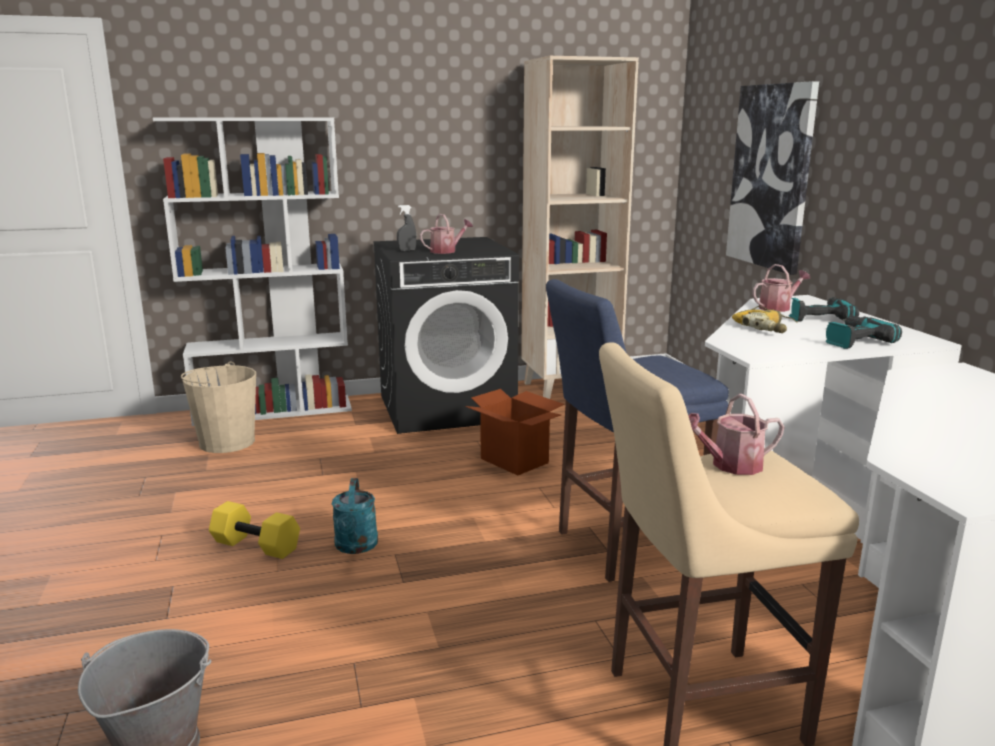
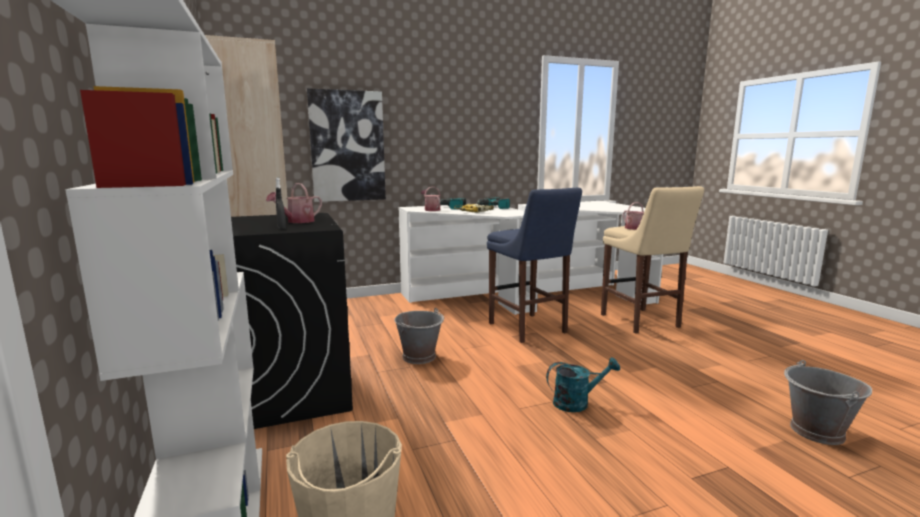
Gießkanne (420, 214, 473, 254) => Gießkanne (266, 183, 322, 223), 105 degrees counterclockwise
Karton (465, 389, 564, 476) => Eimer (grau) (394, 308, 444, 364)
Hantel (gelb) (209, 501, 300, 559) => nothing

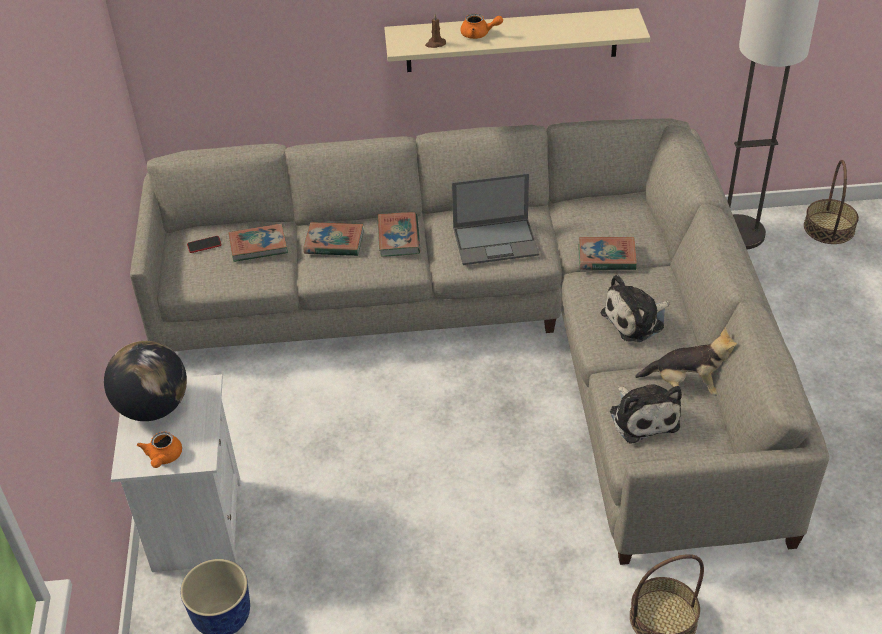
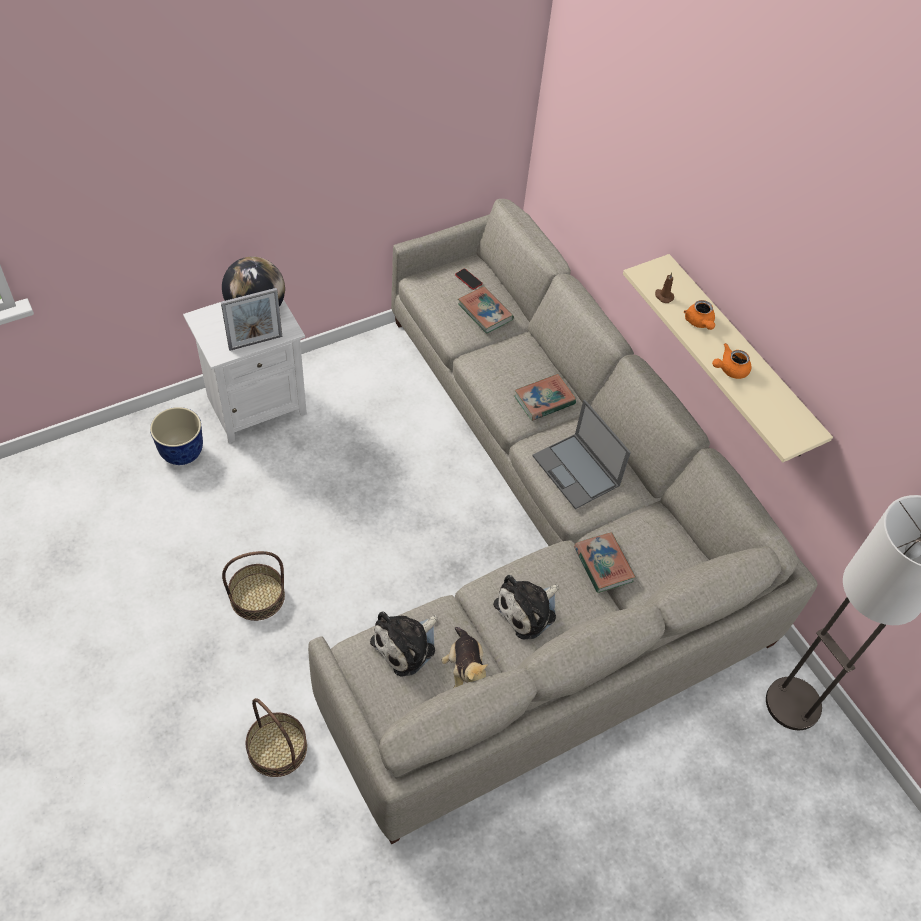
nothing => Bilderrahmen (221, 288, 282, 351)
Korb (804, 160, 859, 244) => Korb (222, 551, 285, 621), shifted
Plüschtier (601, 275, 669, 342) => Plüschtier (493, 575, 559, 639), 75 degrees counterclockwise
Teekanne (orange) (137, 432, 182, 468) => Teekanne (orange) (712, 343, 752, 379), shifted
Buch (303, 222, 364, 256) => nothing

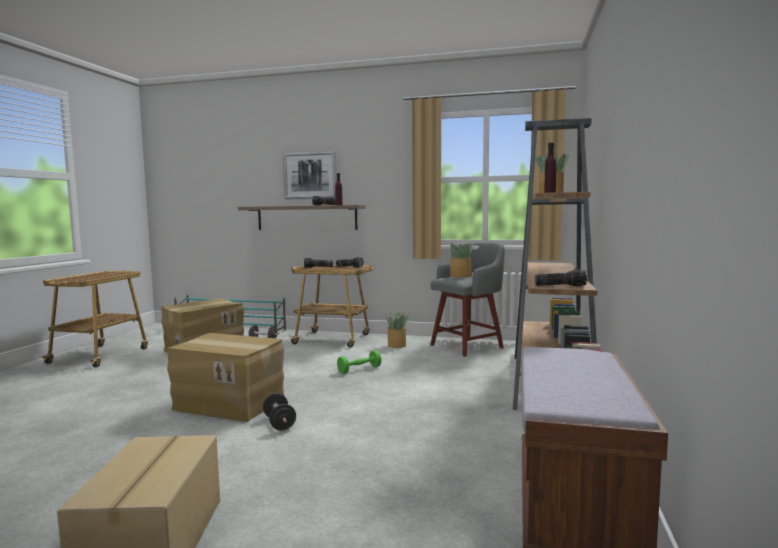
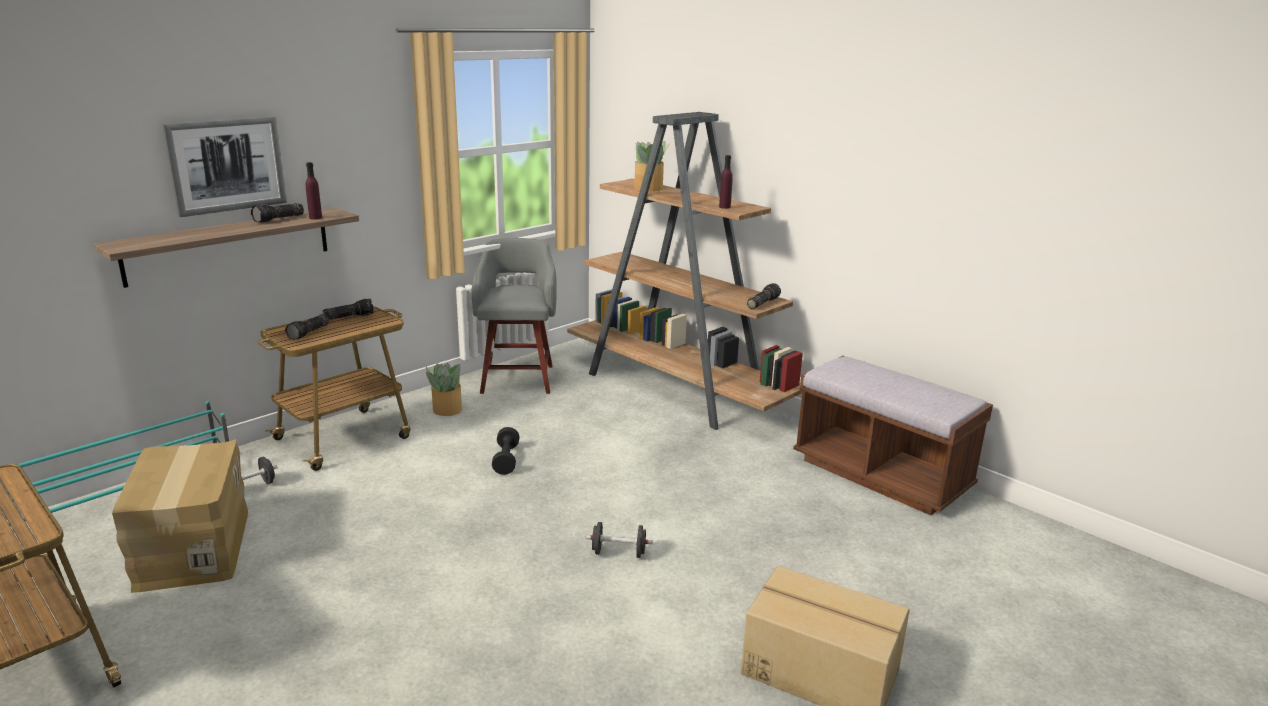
Hantel (grün) (337, 350, 381, 374) => Hantel (schwarz) (492, 427, 519, 475)
Karton (167, 333, 284, 422) => nothing
Topfpflanze (450, 243, 474, 278) => nothing

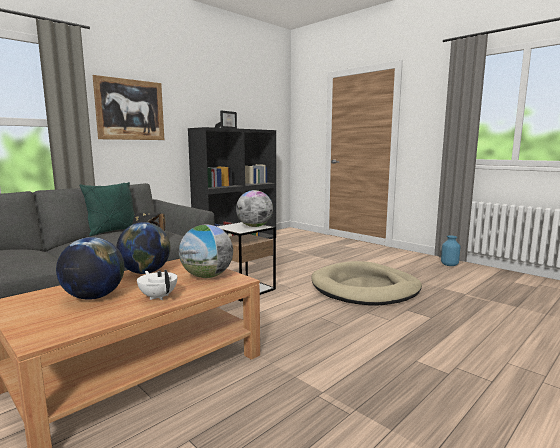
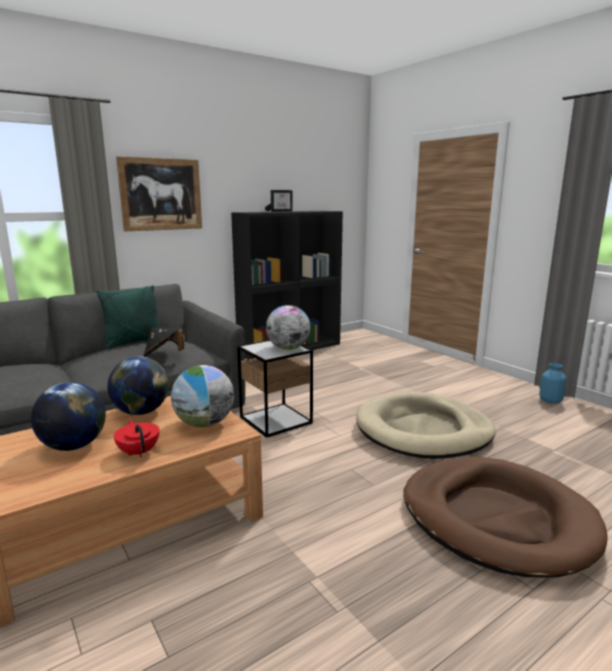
Teekanne (weiß) (137, 270, 177, 300) => Teekanne (rot) (114, 419, 159, 457)
nothing => Hundebett (braun) (403, 457, 608, 577)

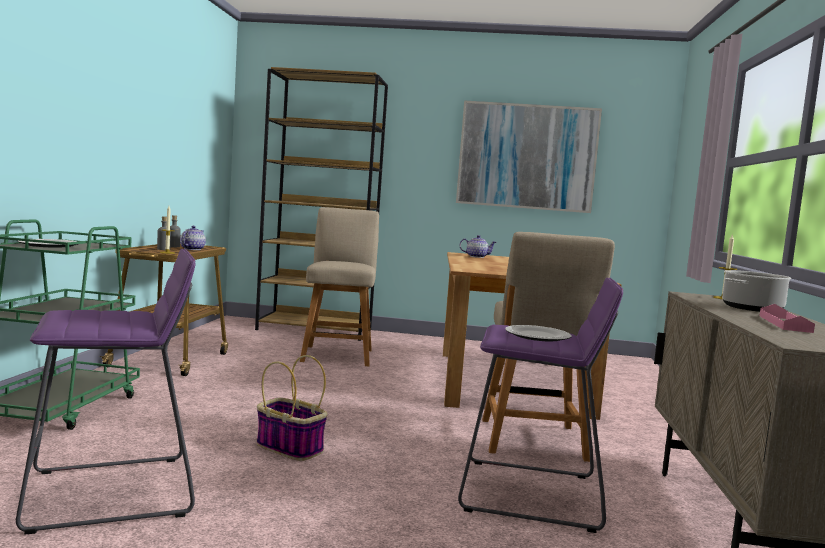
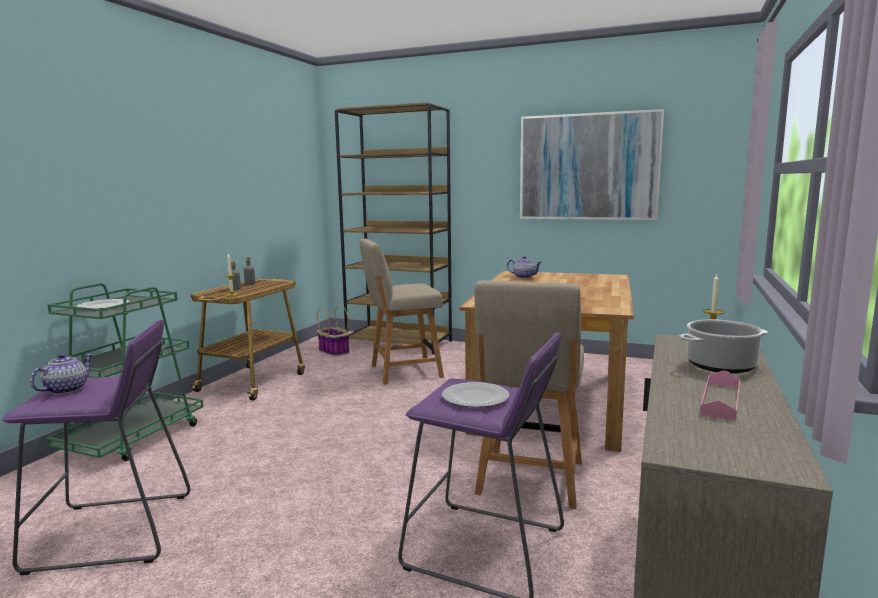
Teekanne (180, 226, 206, 250) => Teekanne (30, 353, 93, 394), shifted
Korb (257, 355, 328, 461) => Korb (317, 305, 349, 357), shifted
Stuhl (beige) (300, 207, 379, 366) => Stuhl (beige) (359, 239, 444, 385), 120 degrees counterclockwise

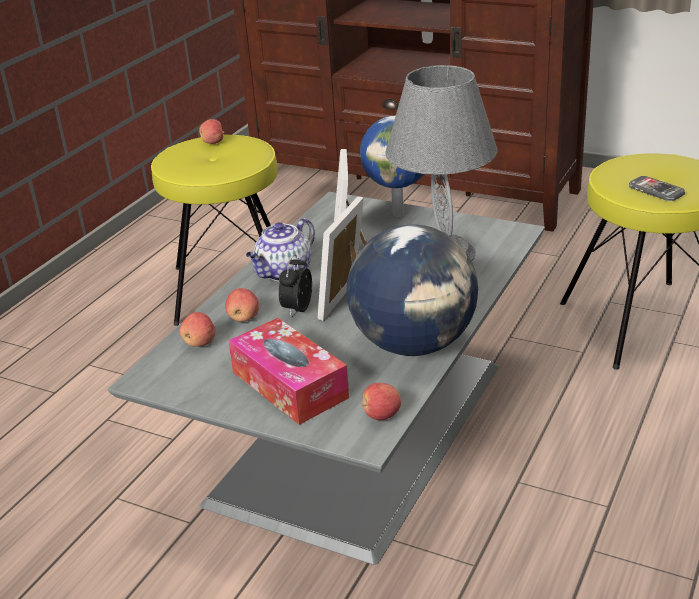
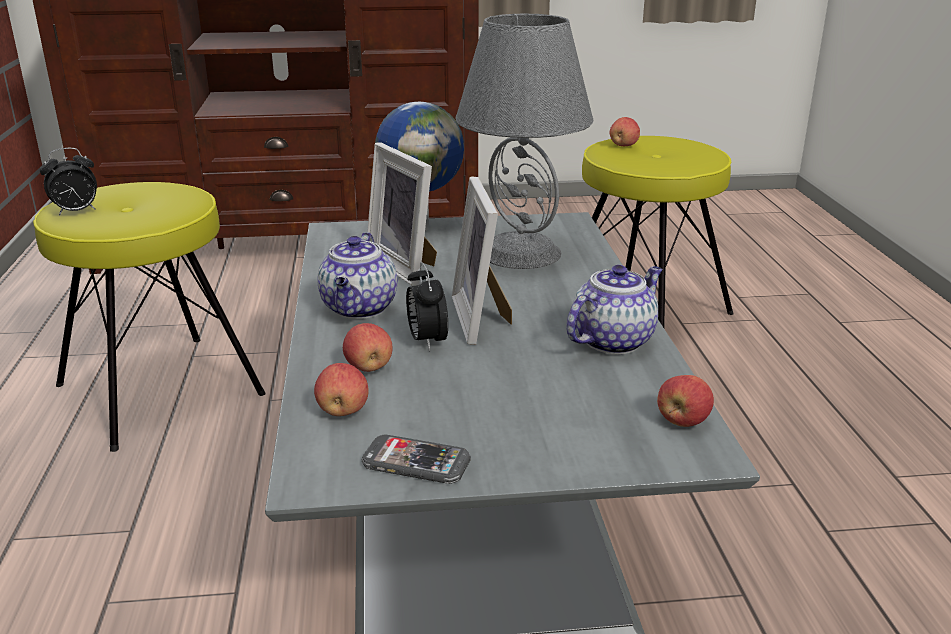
nothing => Wecker (40, 148, 97, 216)
Handy (629, 176, 685, 201) => Handy (362, 434, 471, 484), shifted
Globus (347, 225, 478, 356) => Teekanne (566, 265, 663, 355)
Apfel (199, 119, 224, 144) => Apfel (610, 117, 640, 146), shifted
Taschentuchbox (228, 318, 349, 425) => nothing

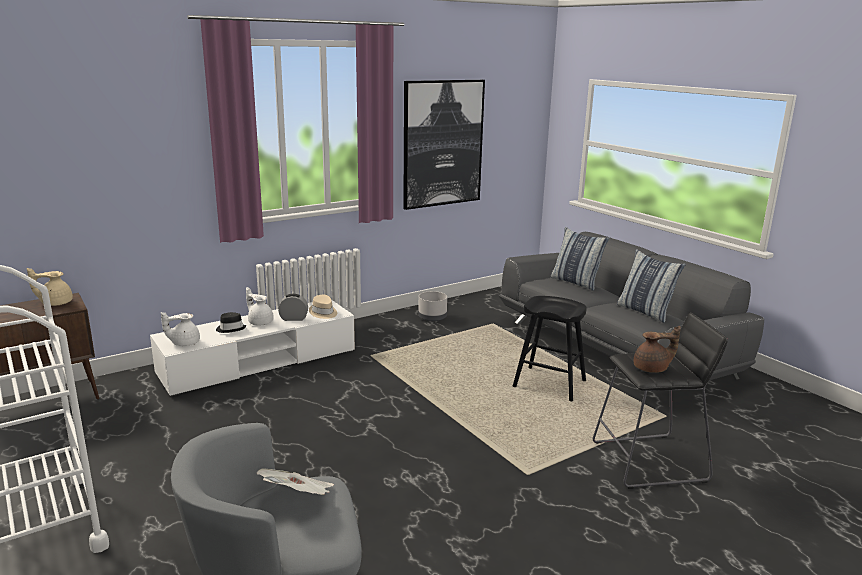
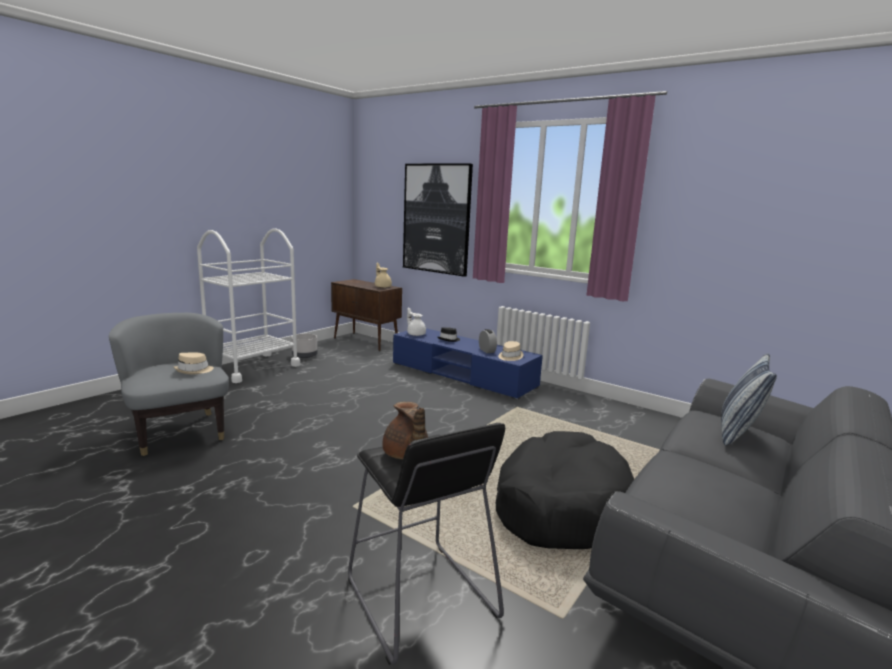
Zeitung (257, 468, 334, 495) => Hut (beige) (174, 353, 214, 375)
Pflanzkübel (grau) (418, 291, 447, 321) => Pflanzkübel (grau) (292, 333, 317, 358), shifted
Fernsehschrank (weiß) (150, 300, 355, 397) => Fernsehschrank (blau) (393, 328, 543, 400)
Bild (403, 80, 485, 210) => Bild (403, 164, 473, 277), shifted
Hocker (schwarz) (513, 296, 587, 401) => Hundebett (schwarz) (496, 431, 634, 549)
Teekanne (weiß) (246, 287, 274, 326) => nothing
Kissen (617, 249, 686, 323) => nothing

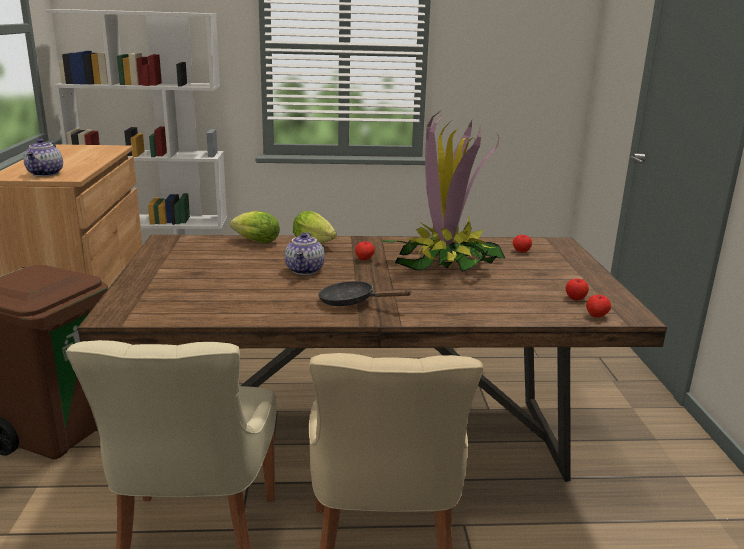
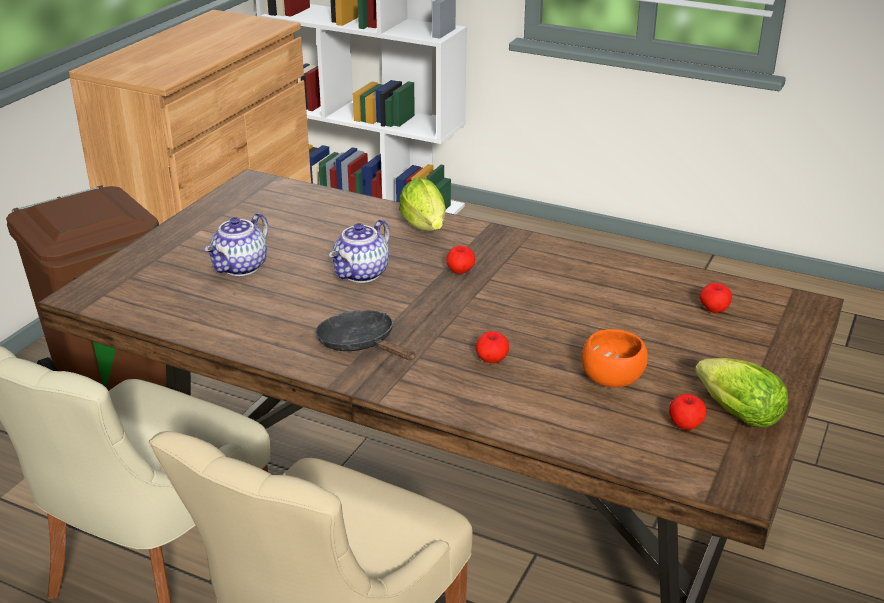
Teekanne (23, 139, 63, 177) => Teekanne (204, 213, 269, 276), shifted
Apfel (586, 295, 611, 317) => Apfel (475, 331, 509, 363), shifted
nothing => Schüssel (orange) (582, 329, 648, 387)
Salatkopf (230, 211, 280, 243) => Salatkopf (695, 358, 788, 428), shifted
Topfpflanze (381, 112, 505, 271) => nothing

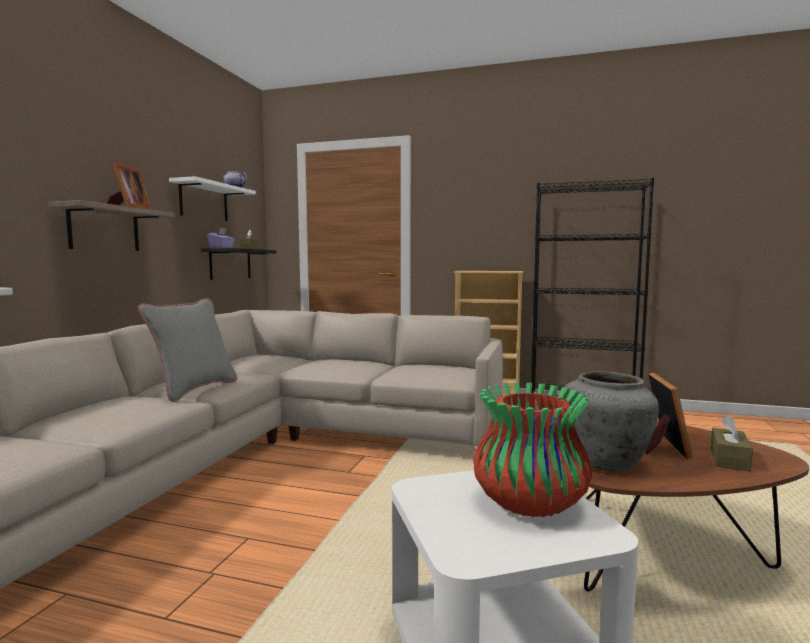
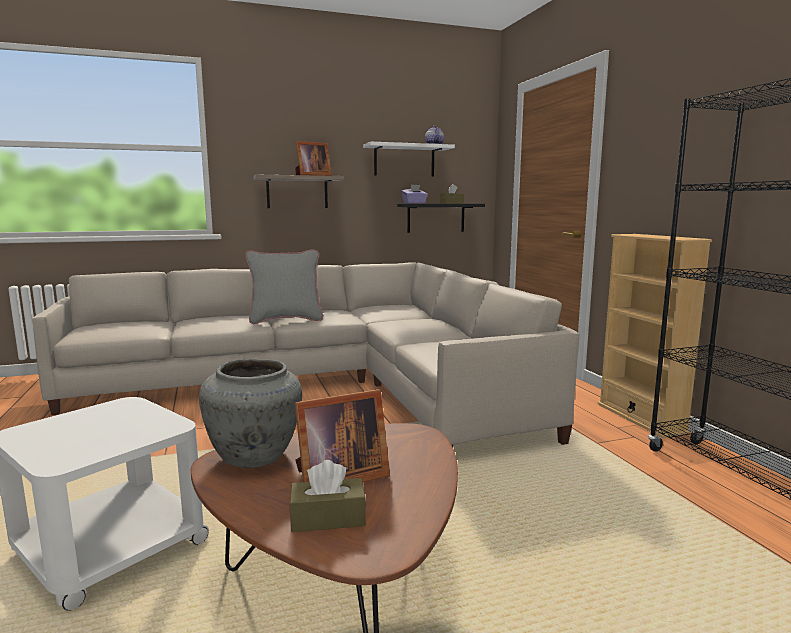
Vase (473, 383, 592, 518) => nothing

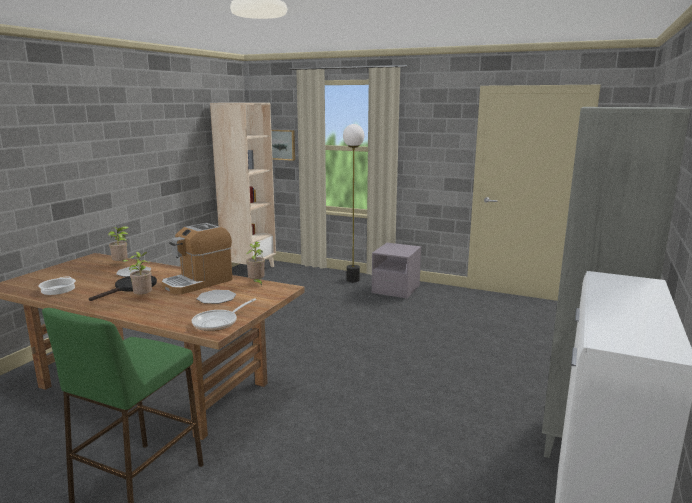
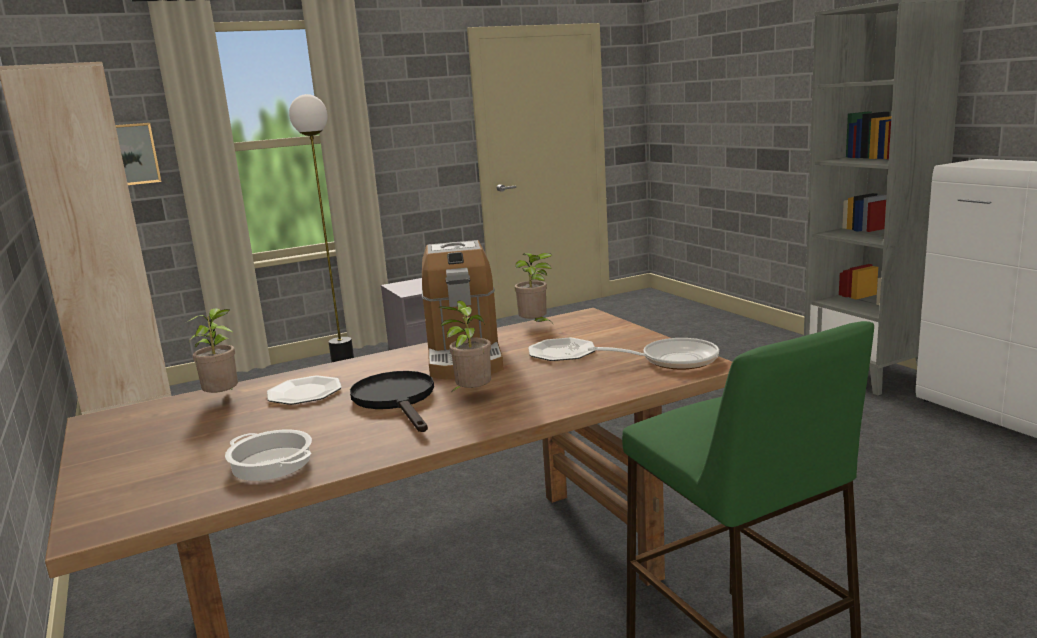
Pfanne (192, 298, 256, 331) => Pfanne (588, 338, 719, 369), 75 degrees counterclockwise

